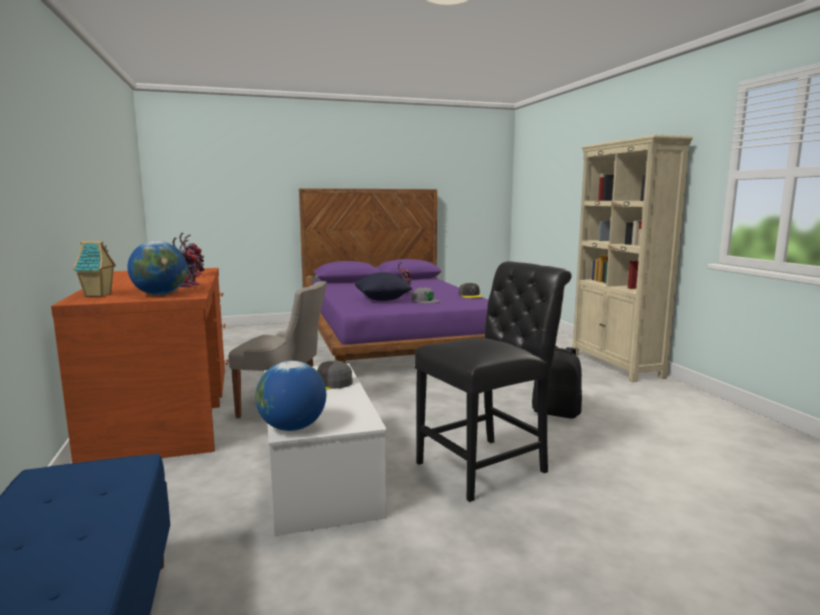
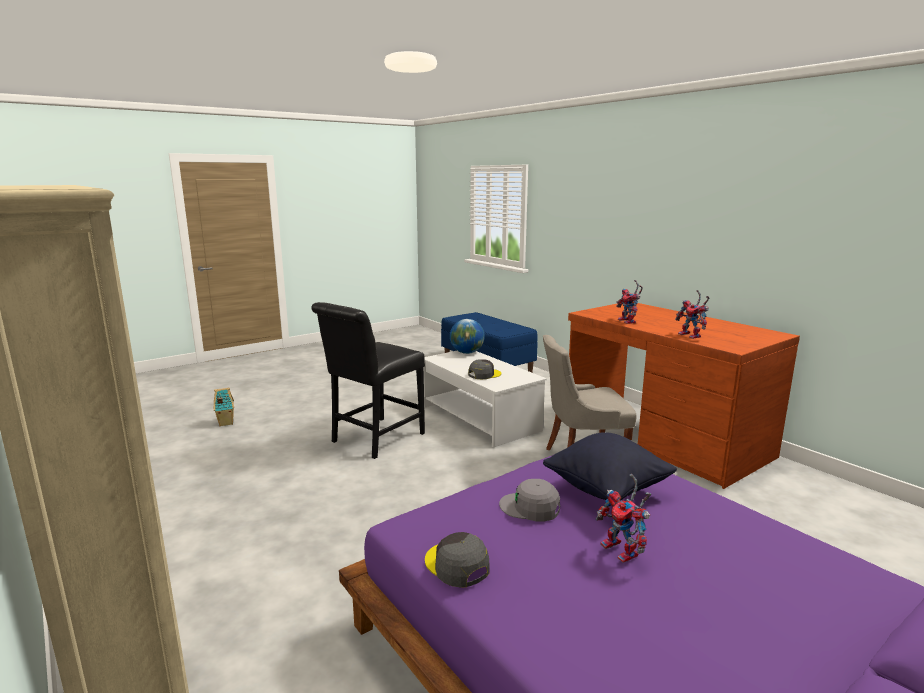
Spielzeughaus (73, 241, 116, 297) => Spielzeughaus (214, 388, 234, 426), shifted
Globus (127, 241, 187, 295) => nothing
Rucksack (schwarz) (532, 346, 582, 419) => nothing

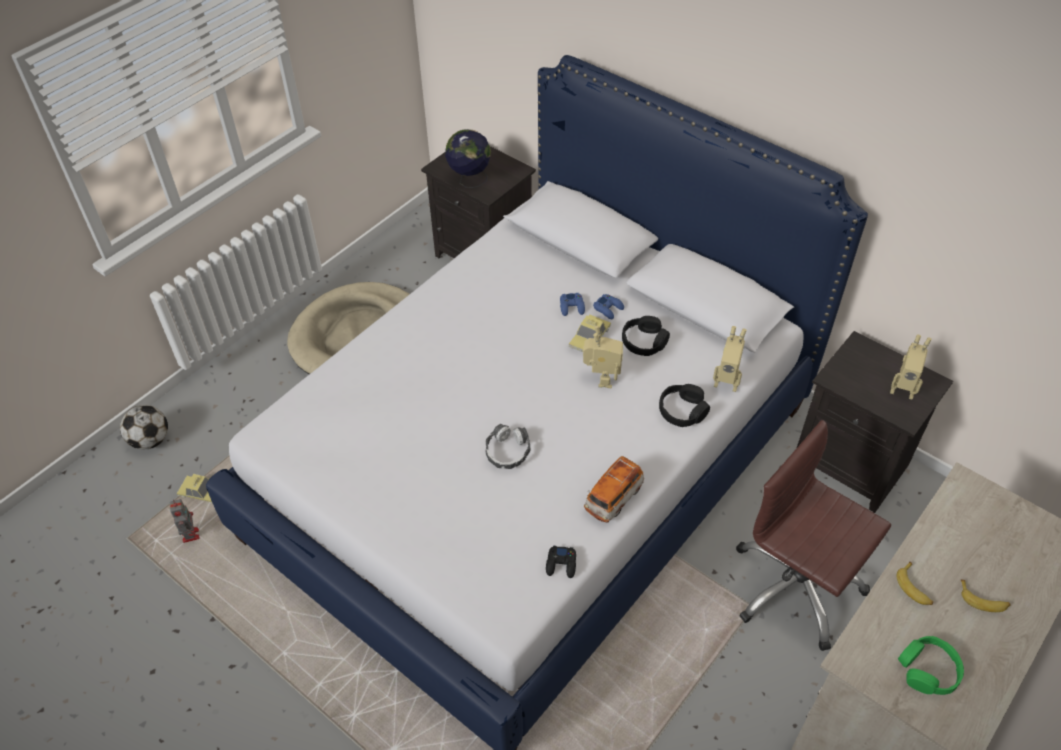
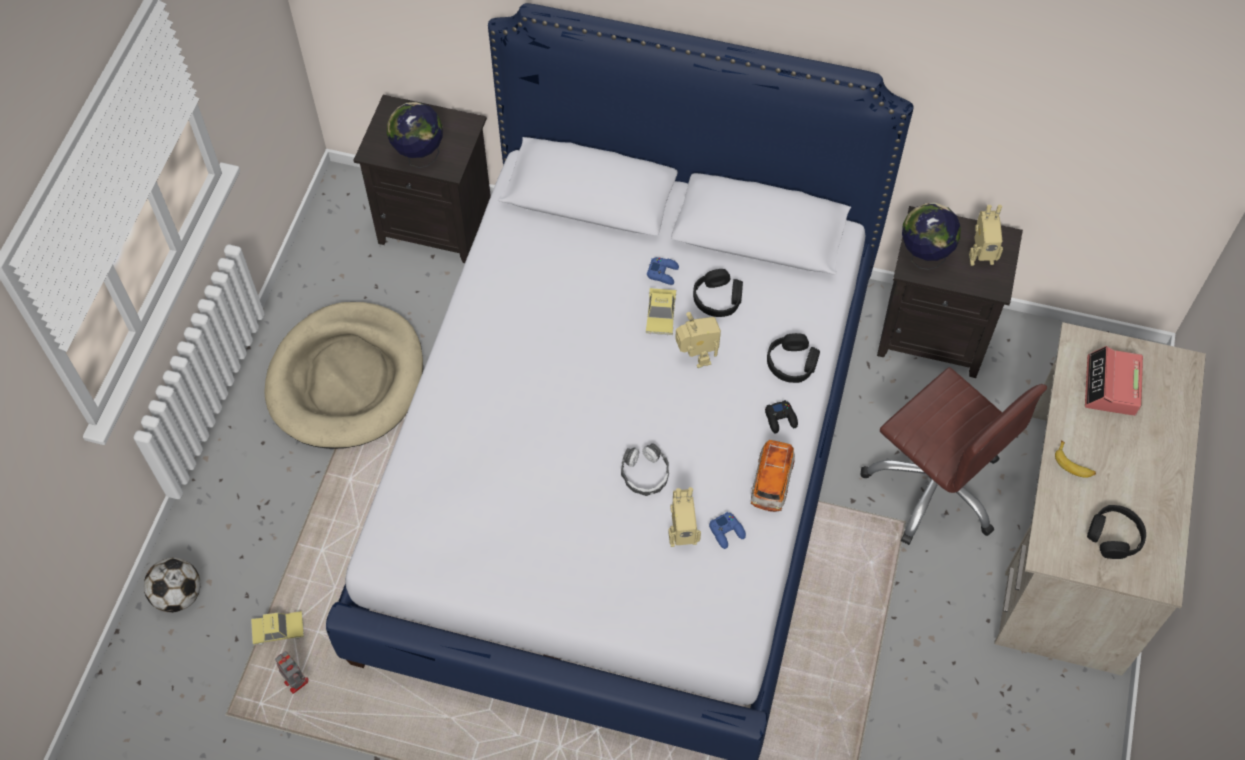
Spielzeugroboter (713, 326, 747, 392) => Spielzeugroboter (668, 487, 701, 547), shifted
Gamepad (blau) (560, 293, 585, 316) => Gamepad (blau) (709, 512, 746, 549), shifted
Gamepad (schwarz) (546, 546, 576, 578) => Gamepad (schwarz) (765, 400, 798, 434), shifted
Bürostuhl (braun) (736, 420, 891, 651) => Bürostuhl (braun) (860, 367, 1047, 545), 150 degrees counterclockwise
nothing => Globus (902, 203, 961, 270)
nothing => Wecker (1085, 346, 1143, 416)
Kopfhörer (grün) (898, 636, 964, 695) => Kopfhörer (schwarz) (1087, 505, 1146, 559)
Banane (961, 579, 1011, 612) => nothing

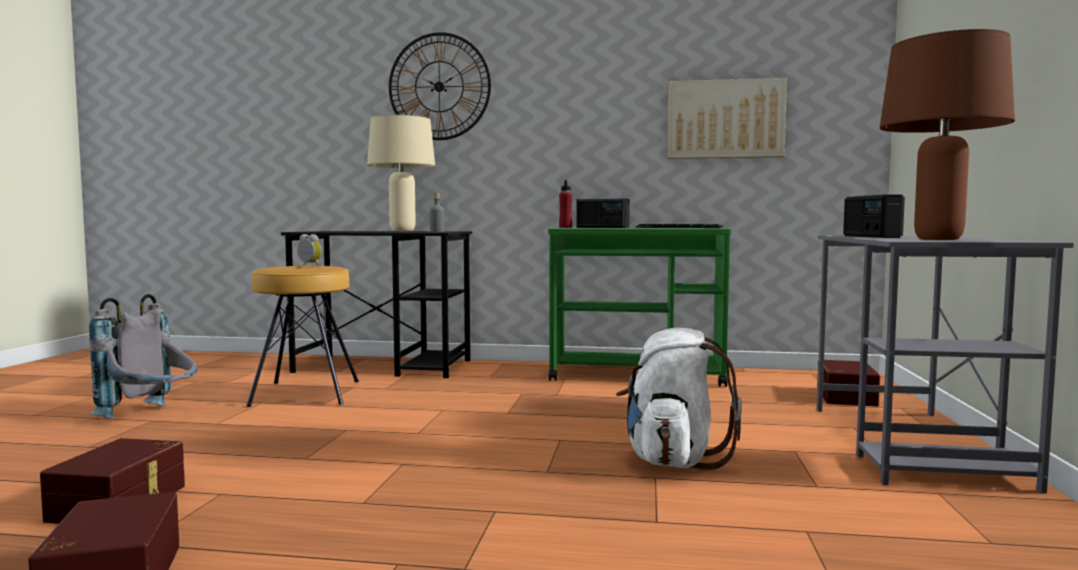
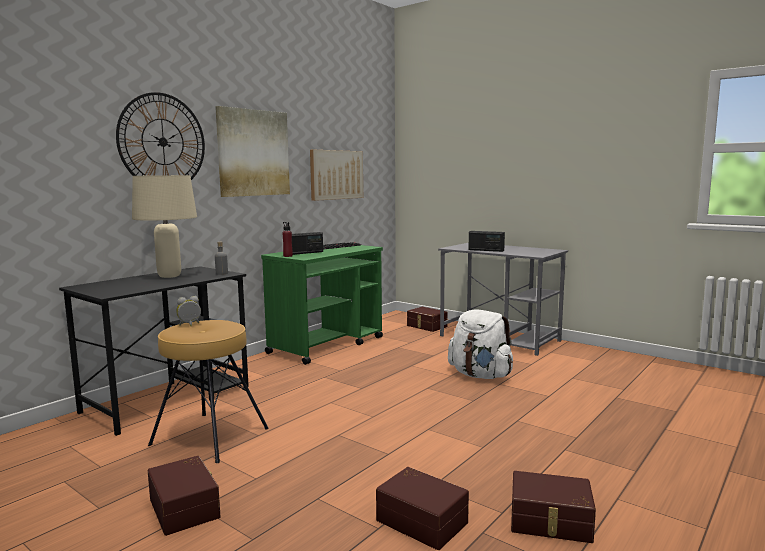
Rucksack (grau) (89, 294, 198, 419) => Aufbewahrungsbox (braun) (148, 456, 221, 536)
nothing => Bild (215, 106, 290, 197)
Tischlampe (braun) (879, 29, 1015, 240) => nothing

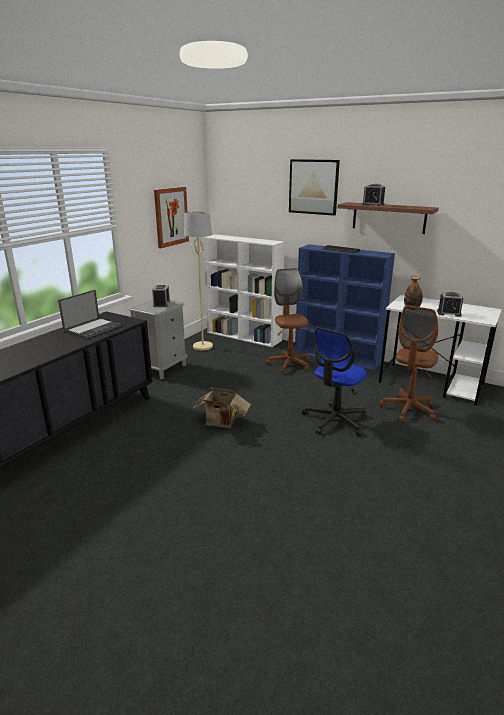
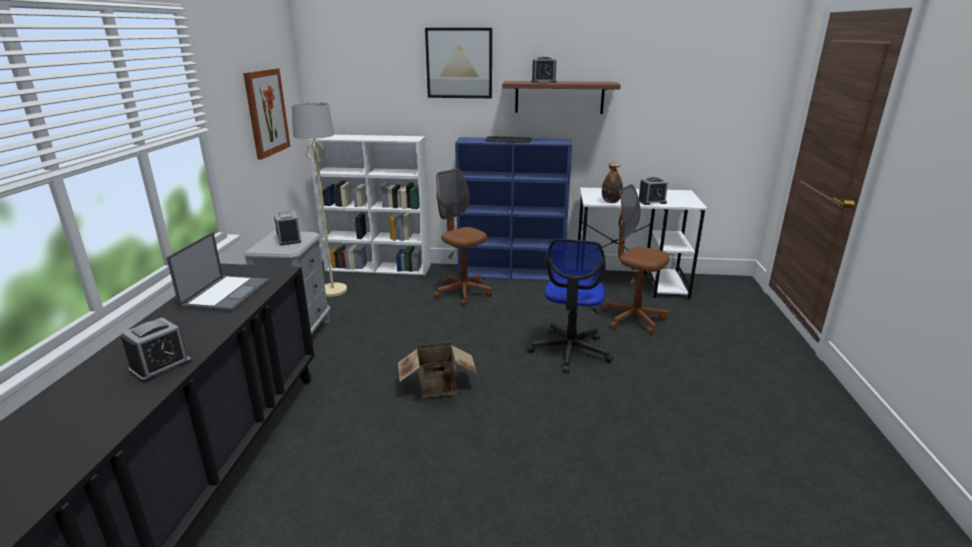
nothing => Wecker (121, 317, 191, 383)
Bürostuhl (braun) (380, 305, 438, 422) => Bürostuhl (braun) (603, 184, 670, 335), 120 degrees clockwise

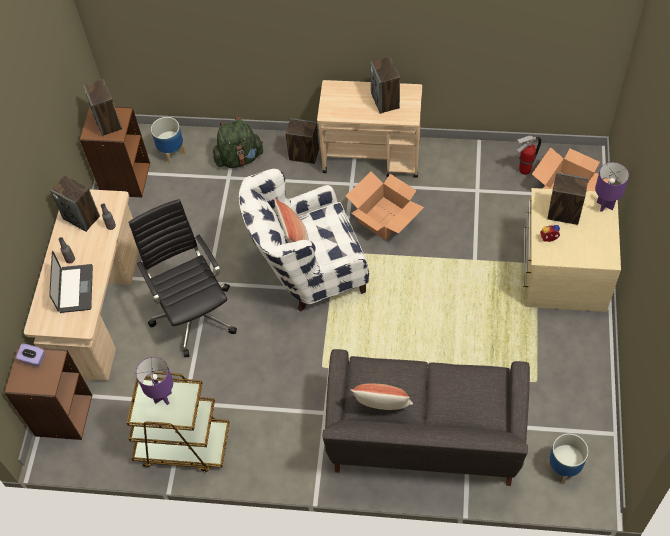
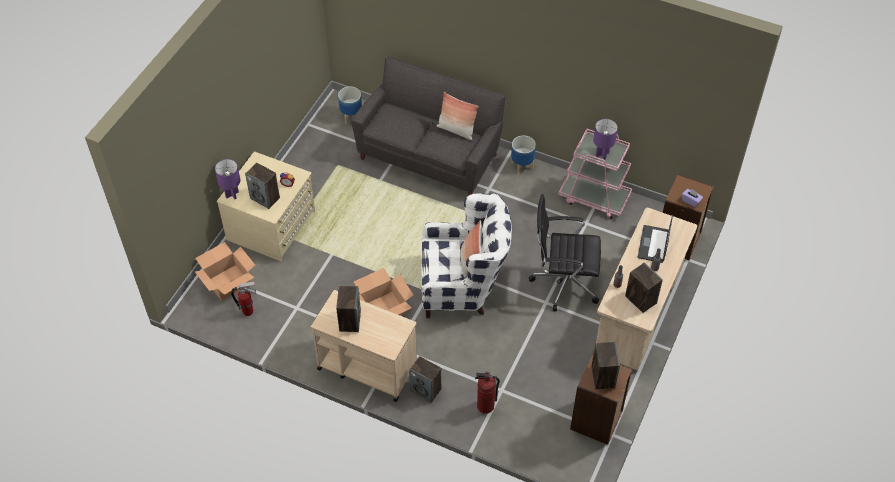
Rucksack (grün) (213, 117, 264, 168) => Feuerlöscher (475, 372, 500, 414)
Pflanzkübel (151, 117, 186, 164) => Pflanzkübel (511, 135, 536, 174), shifted
Bürostuhl (schwarz) (128, 199, 237, 358) => Bürostuhl (schwarz) (529, 194, 601, 311), 105 degrees clockwise
Rollwagen (braun) (127, 372, 230, 472) => Rollwagen (rosa) (558, 129, 632, 219)

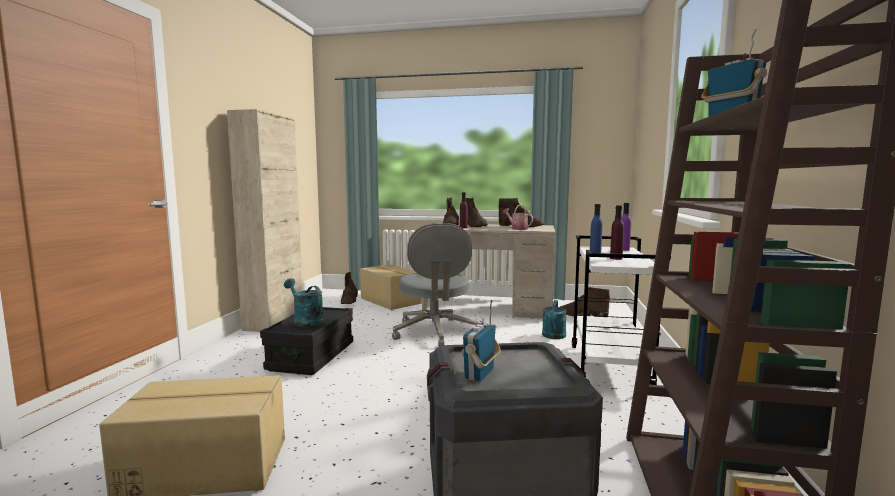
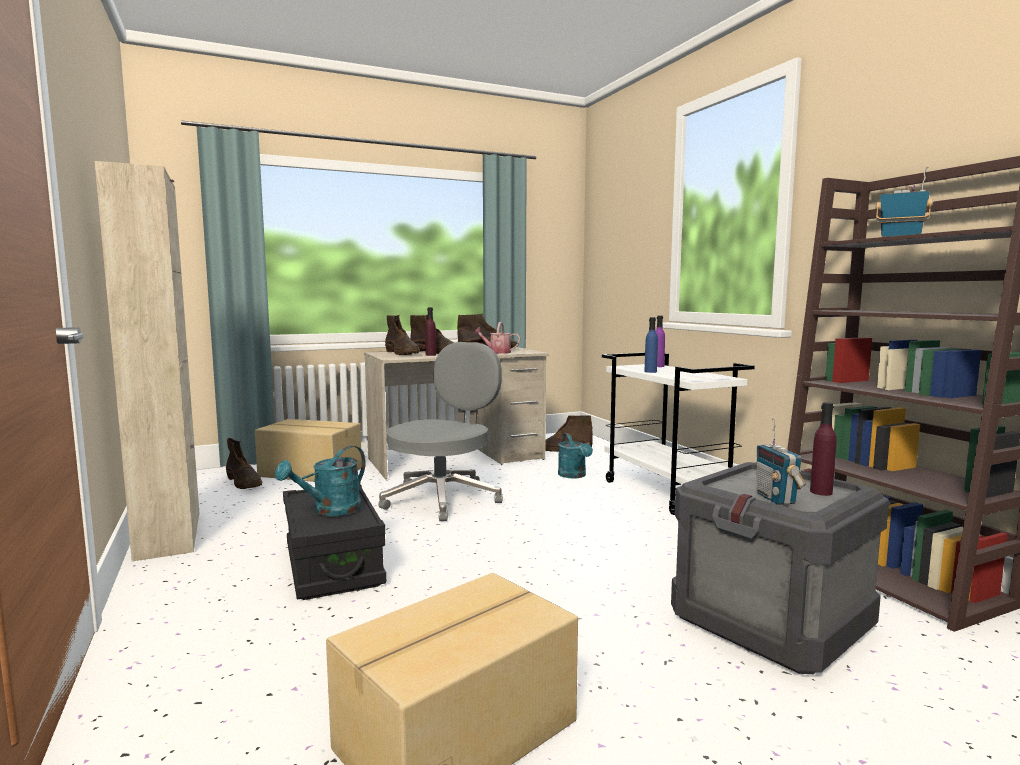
Gießkanne (türkis) (284, 278, 324, 327) => Gießkanne (türkis) (275, 446, 366, 516), 60 degrees counterclockwise
Bürostuhl (grau) (392, 223, 479, 347) => Bürostuhl (grau) (378, 342, 502, 521), 105 degrees counterclockwise
Flasche (lila) (610, 205, 624, 260) => Flasche (lila) (810, 402, 836, 496), shifted

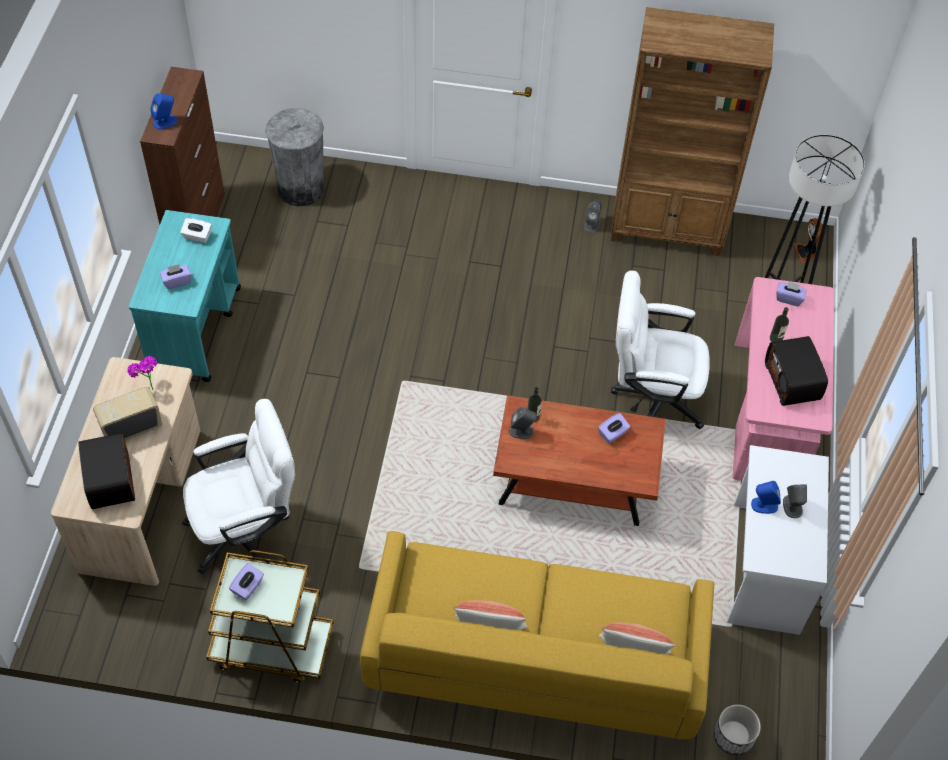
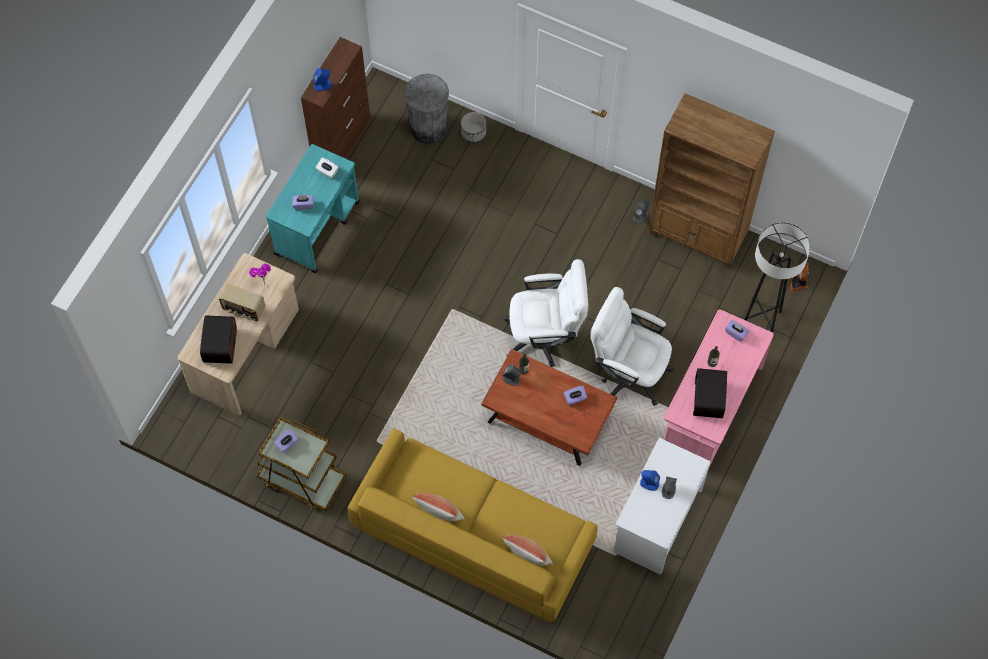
Radio (93, 387, 162, 440) => Radio (219, 284, 265, 321), 150 degrees counterclockwise
Pflanzkübel (714, 705, 761, 755) => Pflanzkübel (461, 112, 486, 143), shifted
Bürostuhl (weiß) (182, 399, 295, 574) => Bürostuhl (weiß) (504, 259, 588, 367), shifted

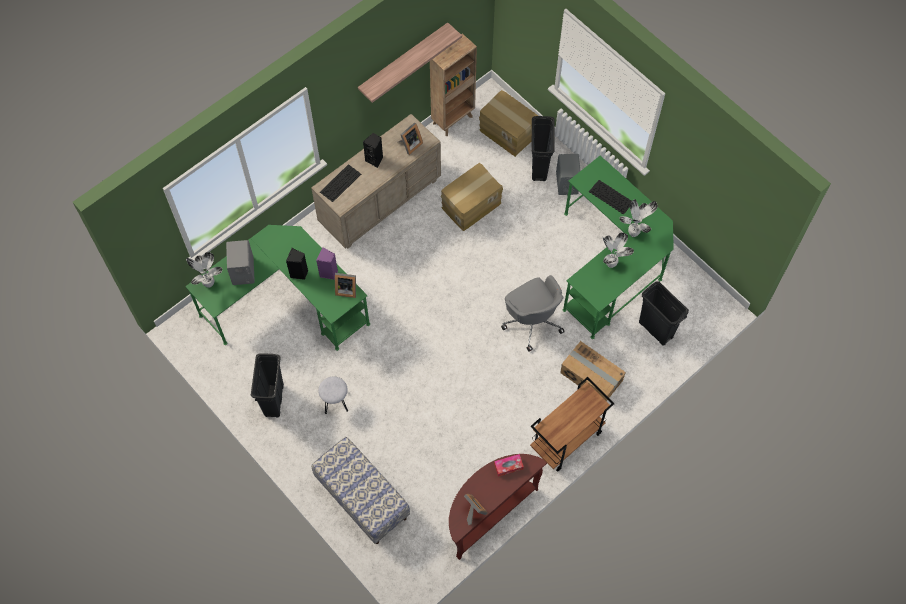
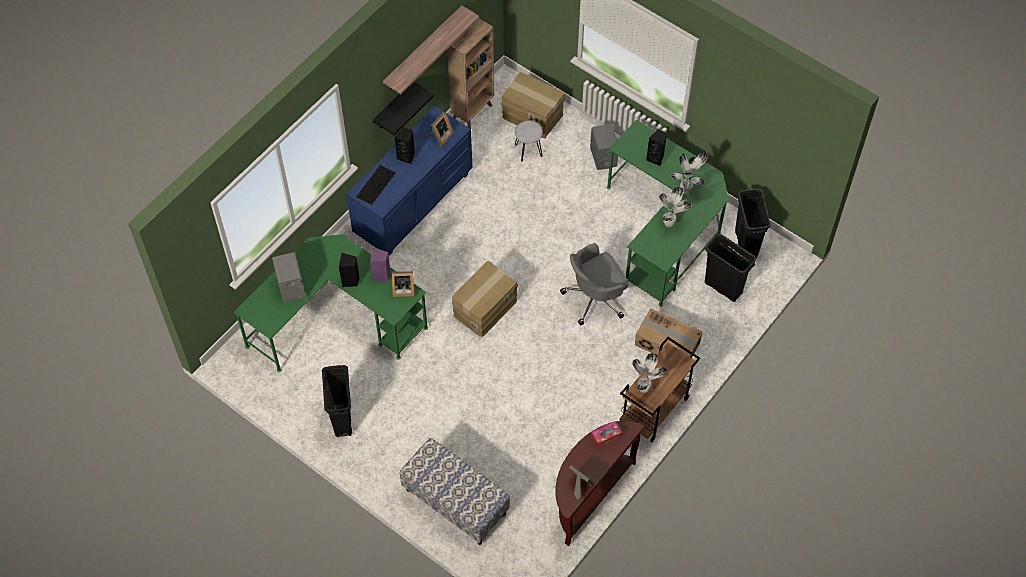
Kommode (beige) (311, 114, 441, 249) => Kommode (blau) (346, 106, 472, 256)
nothing => Wandregal (schwarz) (373, 82, 434, 136)
Karton (441, 163, 503, 231) => Karton (452, 261, 518, 337), shifted
Hocker (grau) (318, 377, 348, 414) => Hocker (grau) (515, 121, 543, 162), shifted
Bürostuhl (grau) (501, 275, 565, 352) => Bürostuhl (grau) (560, 243, 628, 325), 105 degrees clockwise
Topfpflanze (186, 252, 222, 288) => Topfpflanze (632, 353, 667, 393), shifted
Tastatur (589, 180, 632, 215) => Lautsprecher (schwarz) (646, 129, 667, 166)
Mülleimer (schwarz) (531, 116, 555, 181) => Mülleimer (schwarz) (735, 189, 771, 258), shifted

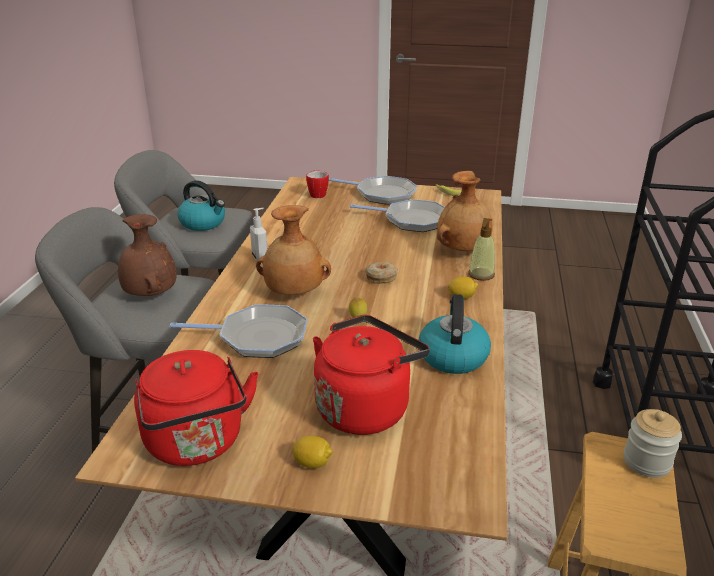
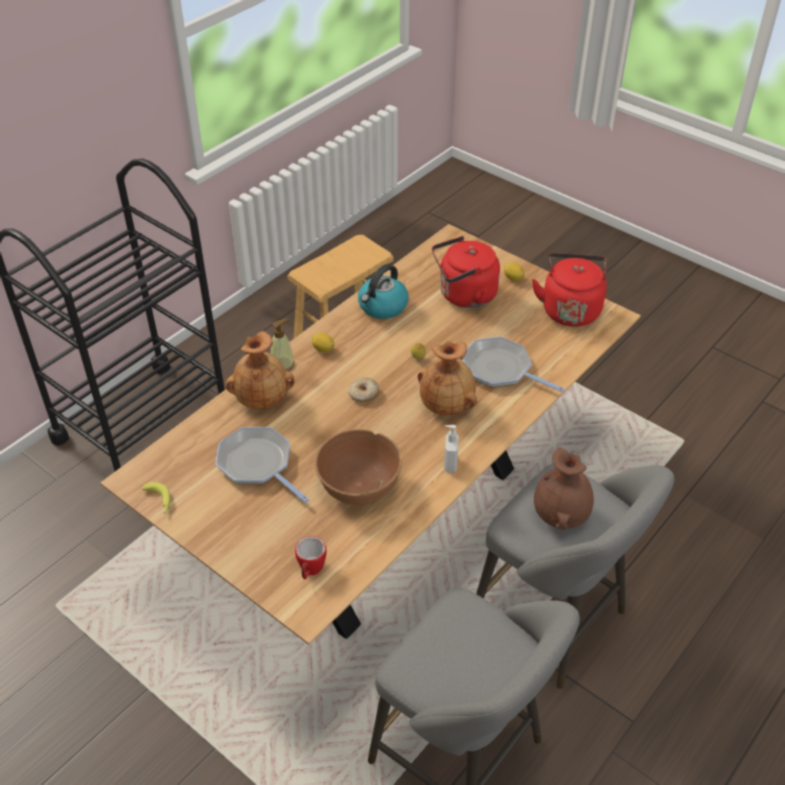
nothing => Schüssel (braun) (315, 429, 402, 505)
Wasserkessel (177, 180, 225, 231) => nothing
Pfanne (329, 176, 418, 205) => nothing
Vorratsglas (624, 409, 682, 478) => nothing

